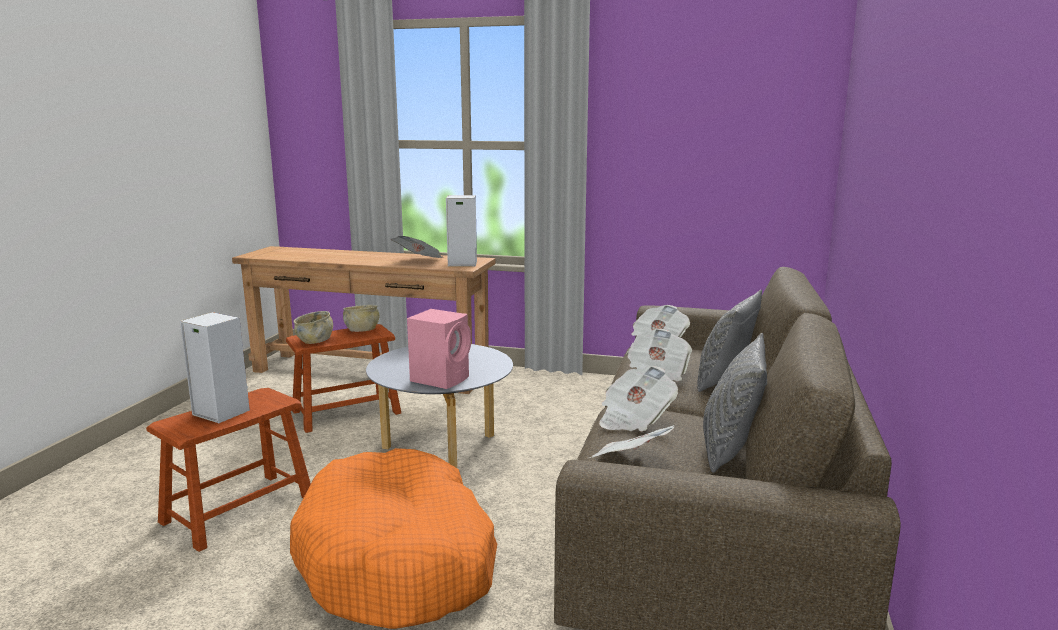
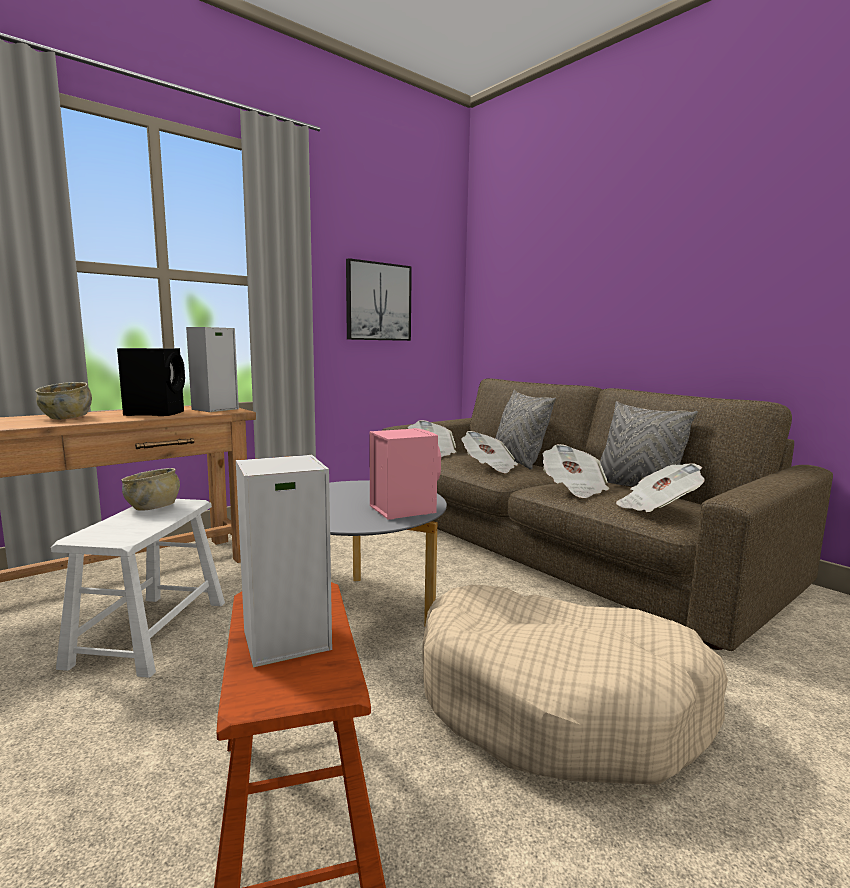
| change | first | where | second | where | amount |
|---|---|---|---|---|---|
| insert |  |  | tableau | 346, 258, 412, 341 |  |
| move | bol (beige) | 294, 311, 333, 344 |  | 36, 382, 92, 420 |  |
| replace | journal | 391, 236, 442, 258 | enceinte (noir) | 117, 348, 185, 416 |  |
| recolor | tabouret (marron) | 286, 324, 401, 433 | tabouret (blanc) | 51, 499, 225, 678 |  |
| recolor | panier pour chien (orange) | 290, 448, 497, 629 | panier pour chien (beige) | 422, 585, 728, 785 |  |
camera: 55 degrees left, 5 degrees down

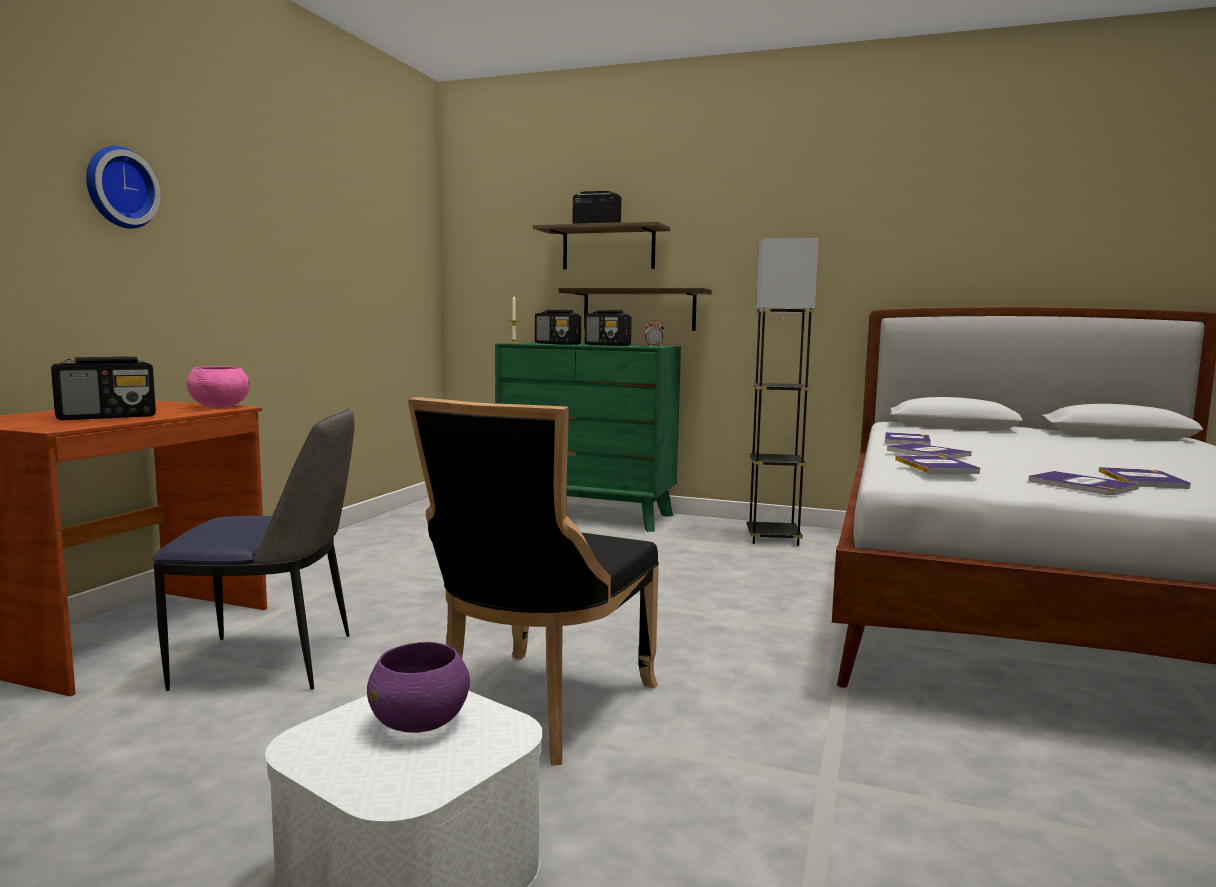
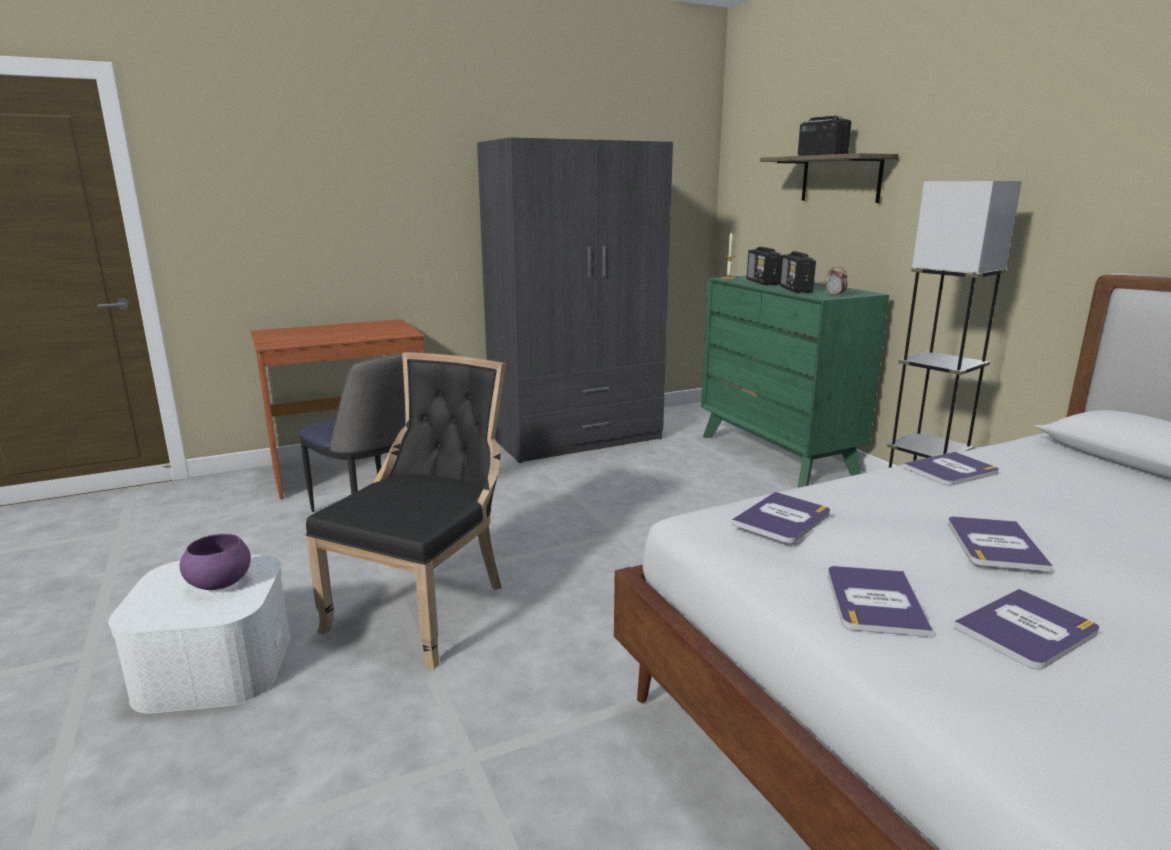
| change | first | where | second | where | amount |
|---|---|---|---|---|---|
| delete | radio | 51, 357, 156, 420 |  |  |  |
| delete | horloge murale | 86, 146, 160, 229 |  |  |  |
| delete | bol (rose) | 187, 367, 250, 408 |  |  |  |
| delete | étagère | 559, 288, 712, 331 |  |  |  |
| insert |  |  | armoire (gris) | 477, 137, 673, 463 |  |
| move | livre | 887, 443, 972, 458 |  | 948, 516, 1053, 572 |  |
| rotate | chaise (noir) | 408, 397, 659, 766 |  | 306, 352, 506, 669 | 135 degrees clockwise |
camera: 45 degrees right, 10 degrees up

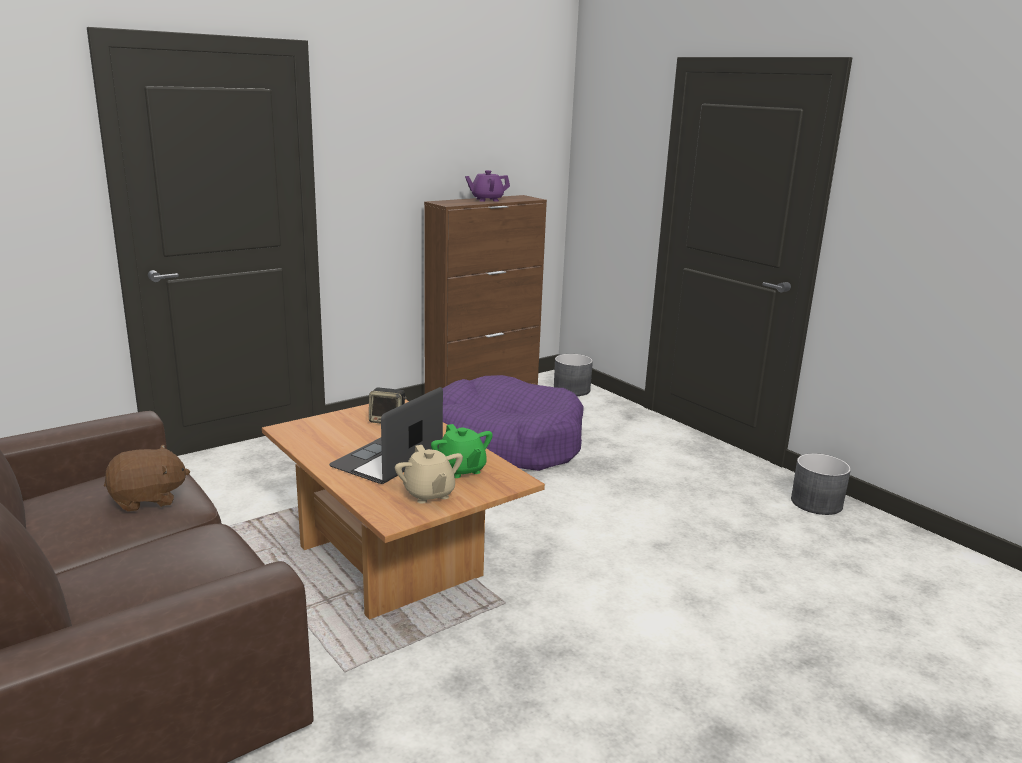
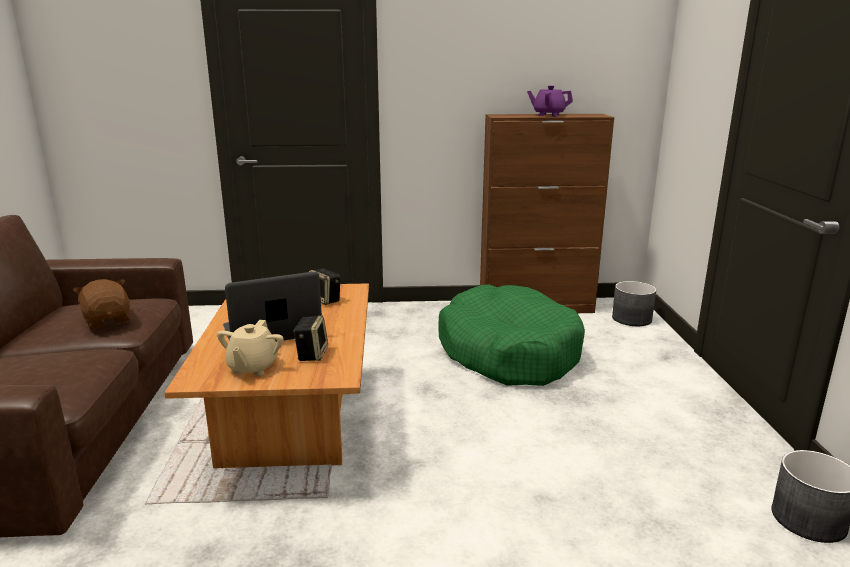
| change | first | where | second | where | amount |
|---|---|---|---|---|---|
| replace | théière (vert) | 431, 424, 493, 478 | enceinte | 293, 315, 328, 361 |  |
| recolor | panier pour chien (violet) | 443, 375, 584, 471 | panier pour chien (vert) | 438, 284, 585, 386 |  |
| rotate | peluche (marron) | 104, 445, 190, 512 |  | 73, 279, 130, 329 | 135 degrees counterclockwise |
camera: 35 degrees right, 0 degrees up

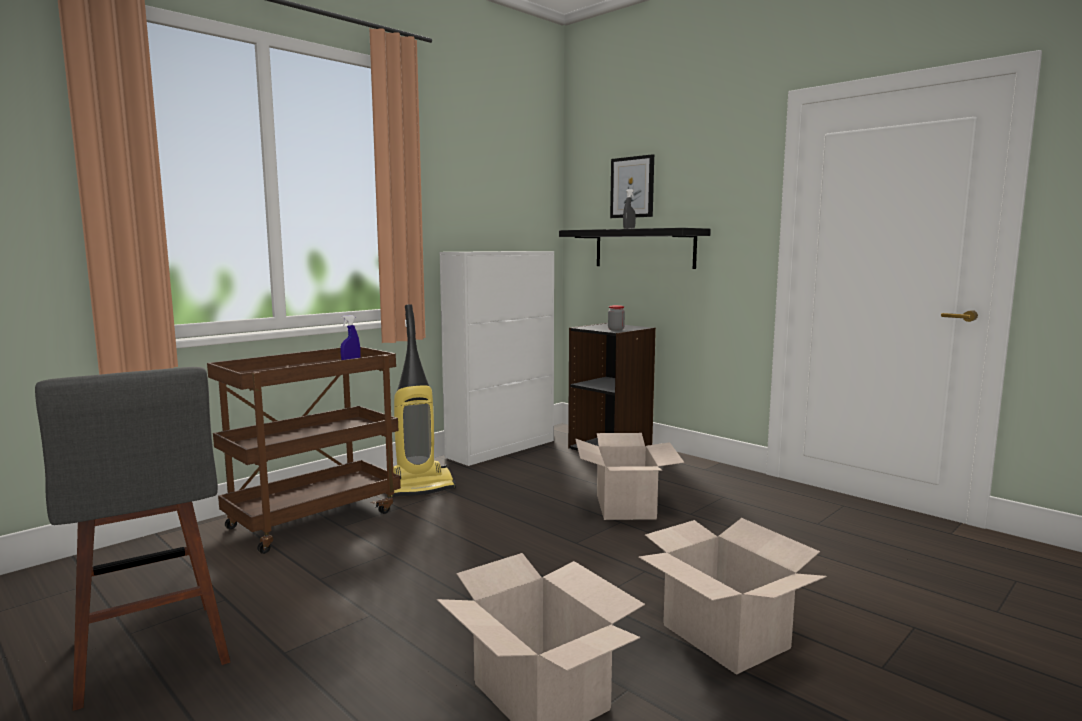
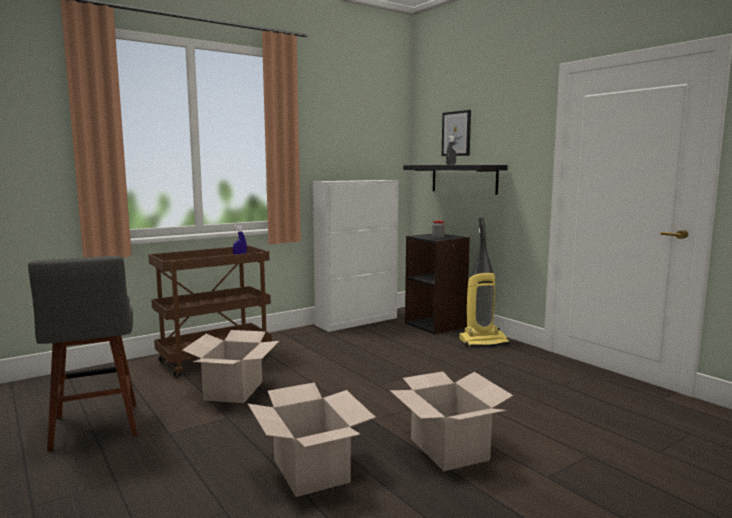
| change | first | where | second | where | amount |
|---|---|---|---|---|---|
| move | aspirateur | 391, 304, 456, 497 |  | 459, 218, 510, 348 |  |
| move | carton | 575, 433, 684, 520 |  | 182, 330, 279, 403 |  |
camera: 10 degrees right, 0 degrees up

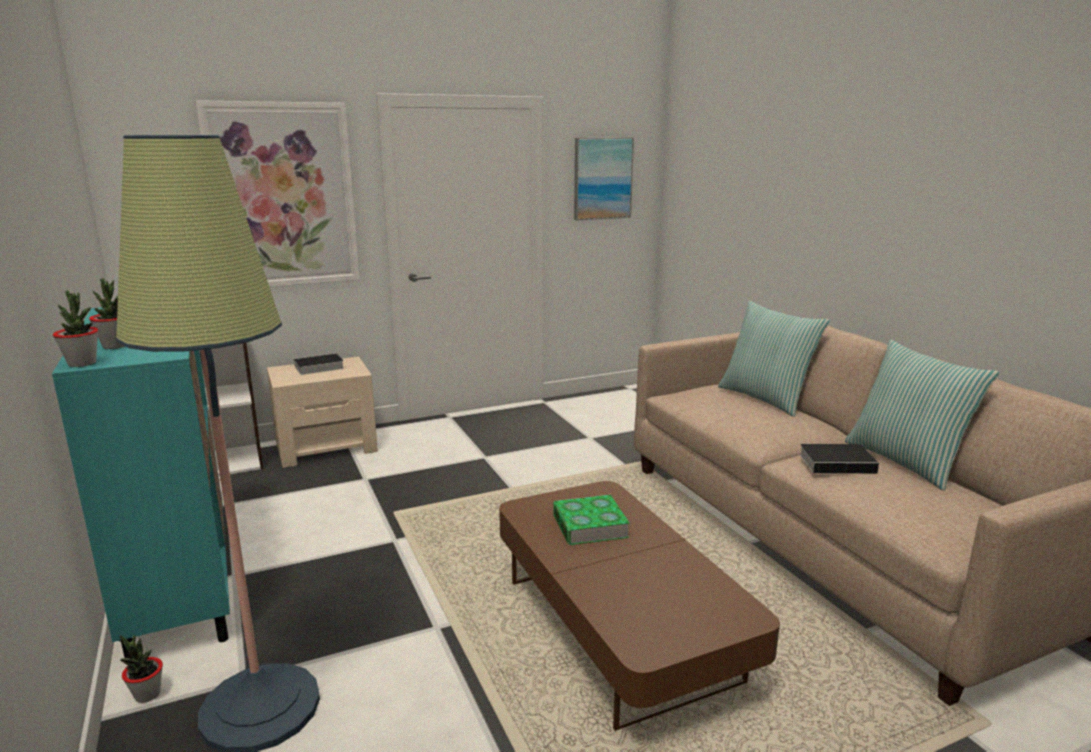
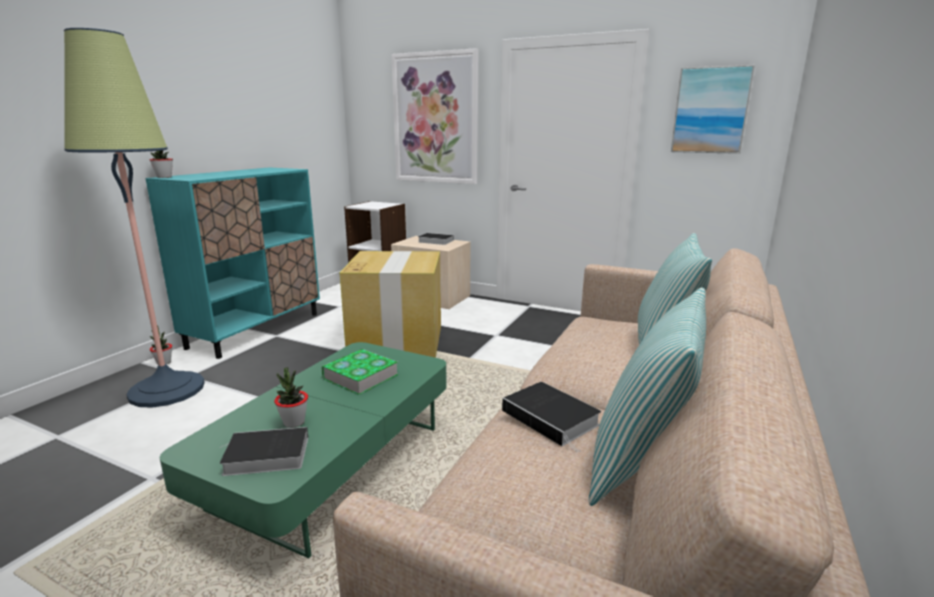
| change | first | where | second | where | amount |
|---|---|---|---|---|---|
| insert |  |  | livre | 220, 427, 308, 476 |  |
| insert |  |  | carton | 340, 251, 441, 358 |  |
| move | plante en pot | 89, 278, 125, 349 |  | 274, 367, 308, 428 |  |
| recolor | table basse (marron) | 499, 481, 780, 731 | table basse (vert) | 160, 342, 447, 558 |  |
camera: 50 degrees right, 0 degrees up

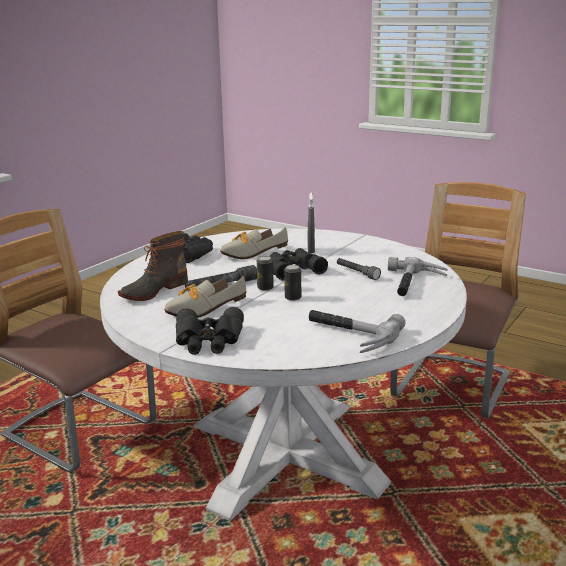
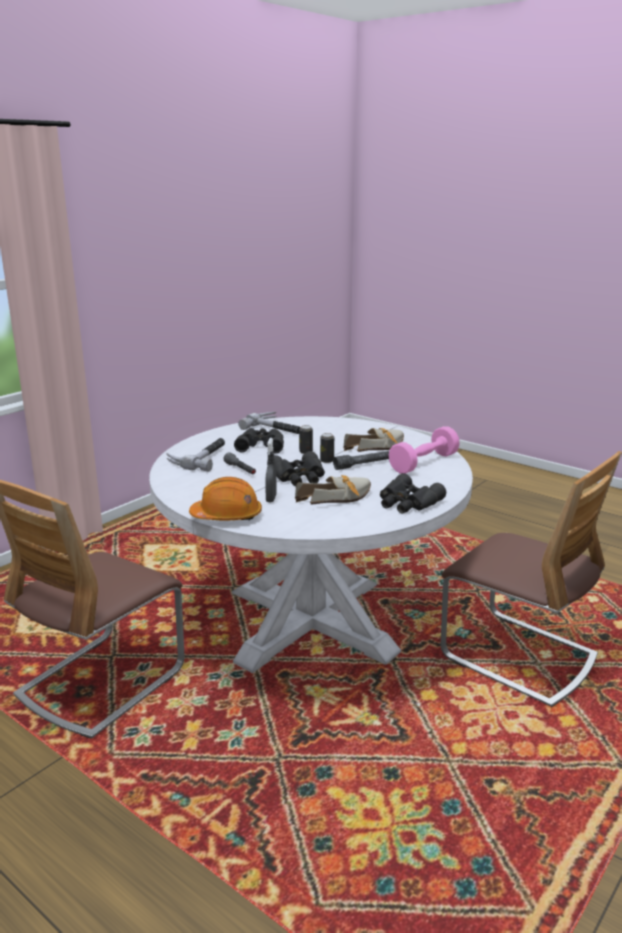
| change | first | where | second | where | amount |
|---|---|---|---|---|---|
| insert |  |  | casque de chantier (orange) | 189, 477, 262, 521 |  |
| move | jumelles (noir) | 176, 307, 244, 355 |  | 234, 428, 284, 453 |  |
| replace | botte | 118, 231, 188, 301 | haltère (rose) | 389, 426, 460, 474 |  |
camera: 175 degrees left, 0 degrees up

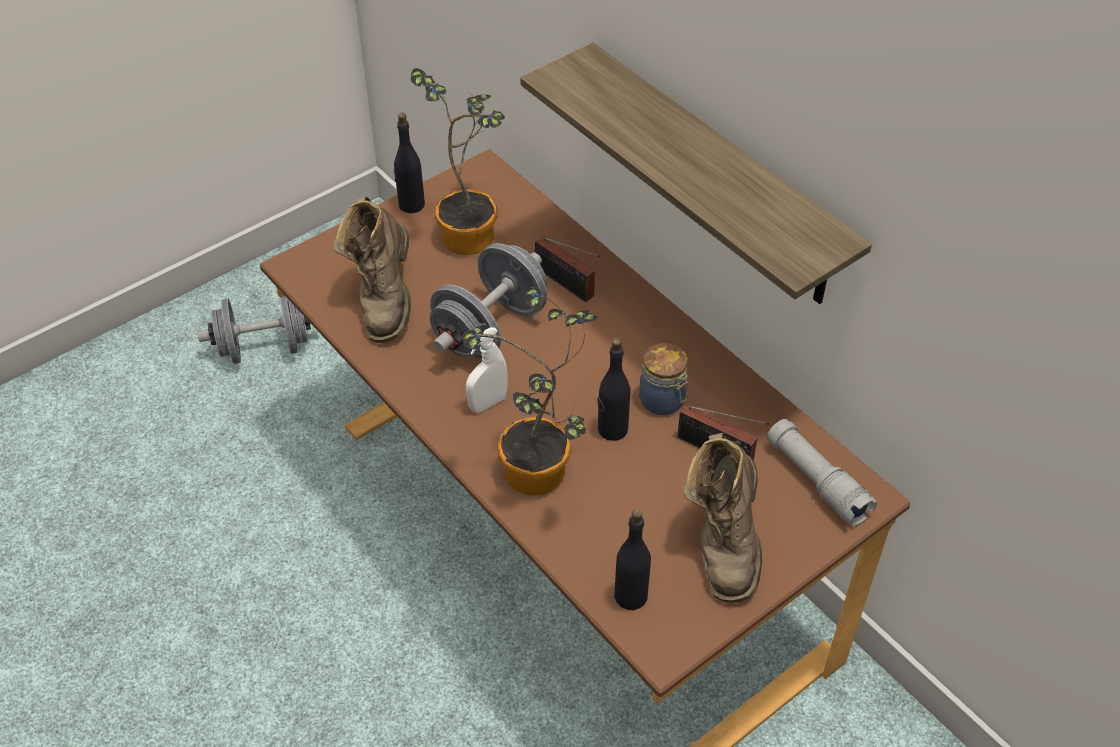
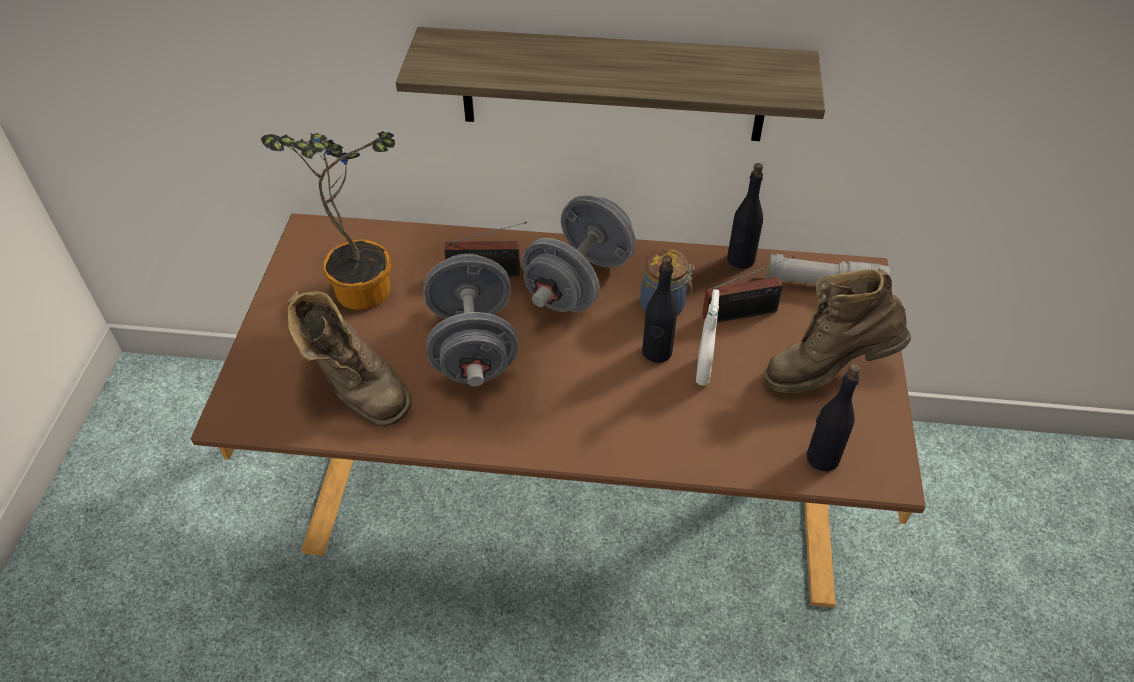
| change | first | where | second | where | amount |
|---|---|---|---|---|---|
| delete | plante en pot | 463, 286, 598, 496 |  |  |  |
| move | haltère (gris) | 198, 296, 311, 364 |  | 522, 195, 636, 312 |  |
| move | bouteille (noir) | 393, 113, 425, 213 |  | 727, 163, 763, 269 |  |
| move | vaporisateur (blanc) | 466, 327, 508, 413 |  | 696, 289, 719, 386 |  |
| rotate | botte (marron) | 684, 433, 762, 602 |  | 764, 268, 911, 393 | 120 degrees clockwise |
camera: 45 degrees left, 0 degrees up

